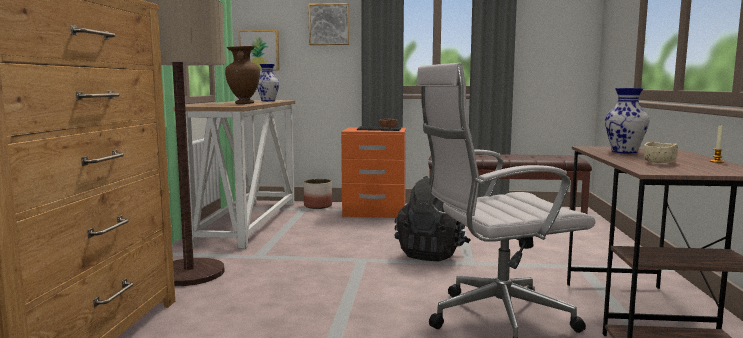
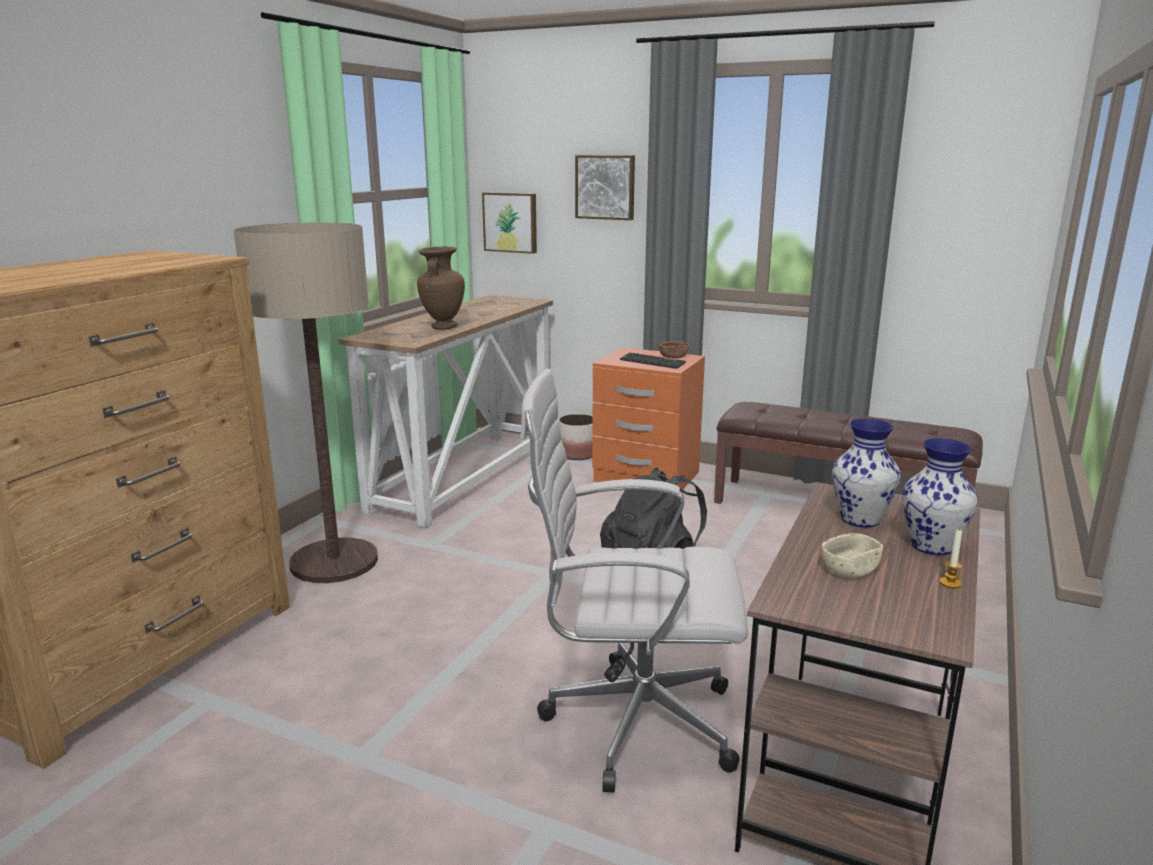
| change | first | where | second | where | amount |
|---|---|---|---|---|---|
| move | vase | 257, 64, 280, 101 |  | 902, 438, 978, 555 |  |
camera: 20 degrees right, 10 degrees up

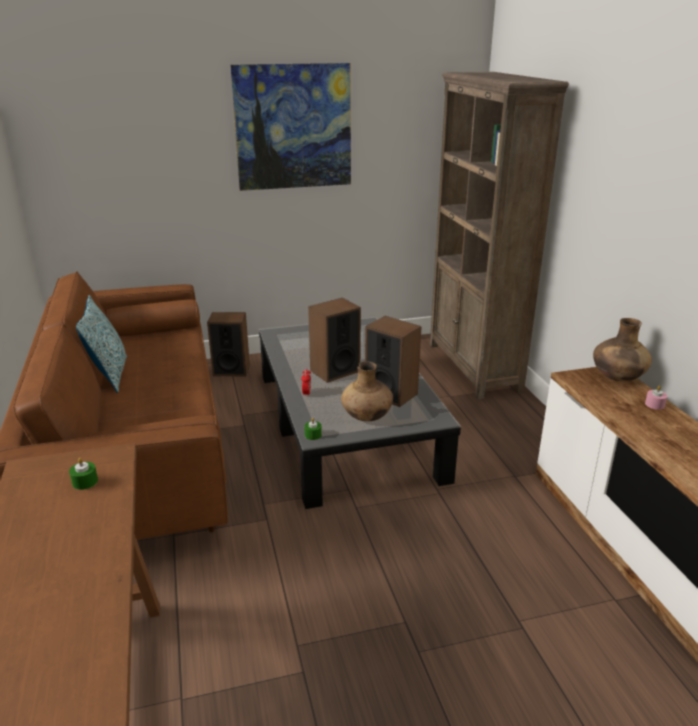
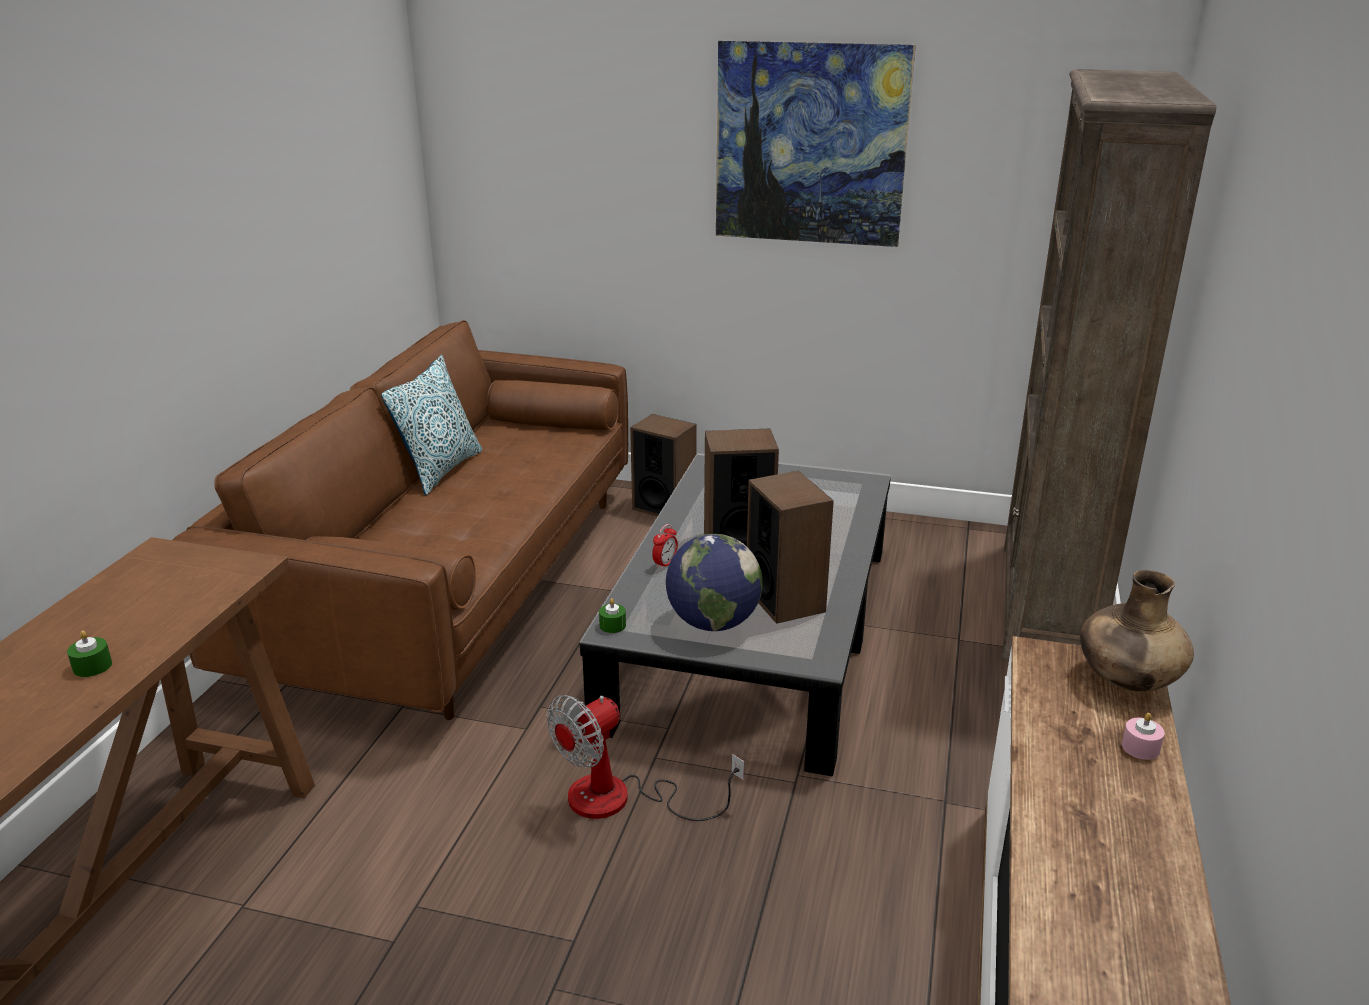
| change | first | where | second | where | amount |
|---|---|---|---|---|---|
| insert |  |  | ventilateur | 547, 695, 745, 821 |  |
| move | bougie (vert) | 69, 458, 98, 490 |  | 67, 631, 112, 677 |  |
| replace | vase (marron) | 341, 361, 393, 421 | globe | 666, 534, 763, 631 |  |
camera: 30 degrees right, 0 degrees up

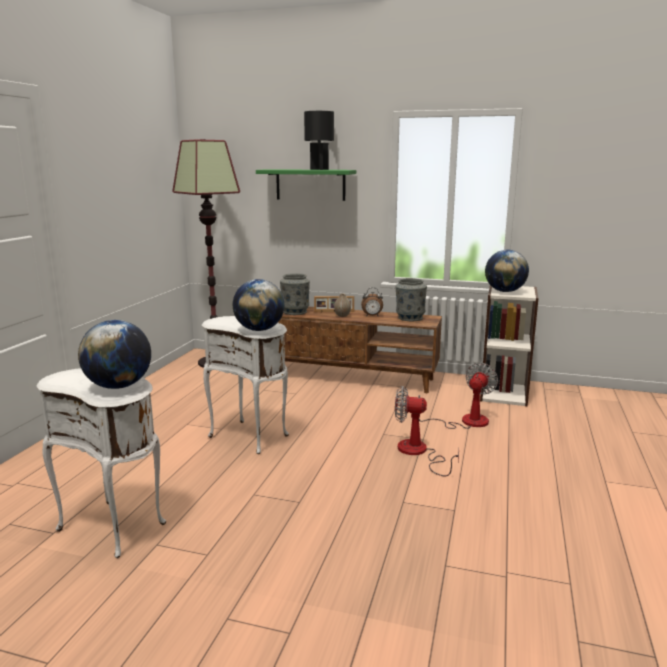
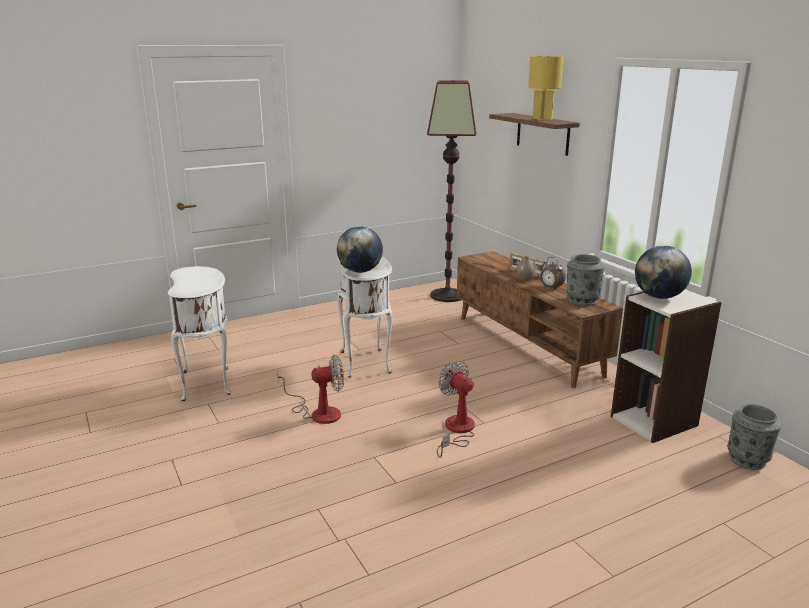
| change | first | where | second | where | amount |
|---|---|---|---|---|---|
| delete | globe | 78, 320, 151, 389 |  |  |  |
| move | vase (gris) | 280, 273, 310, 315 |  | 727, 404, 781, 470 |  |
| move | ventilateur | 419, 363, 498, 429 |  | 277, 355, 344, 424 |  |
| recolor | étagère (vert) | 256, 169, 356, 201 | étagère (marron) | 489, 113, 580, 156 |  |
| recolor | lampe de table (noir) | 304, 111, 334, 170 | lampe de table (jaune) | 528, 56, 564, 120 |  |
camera: 45 degrees right, 5 degrees up

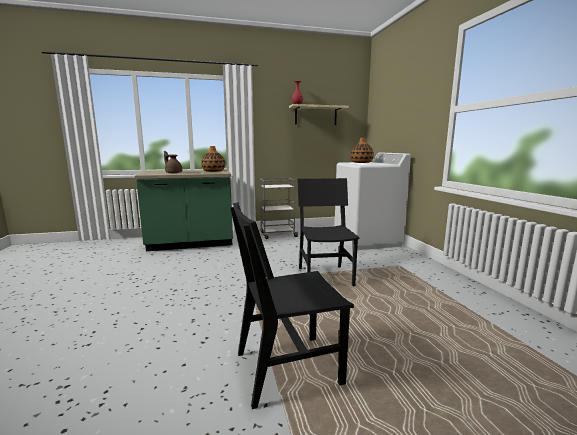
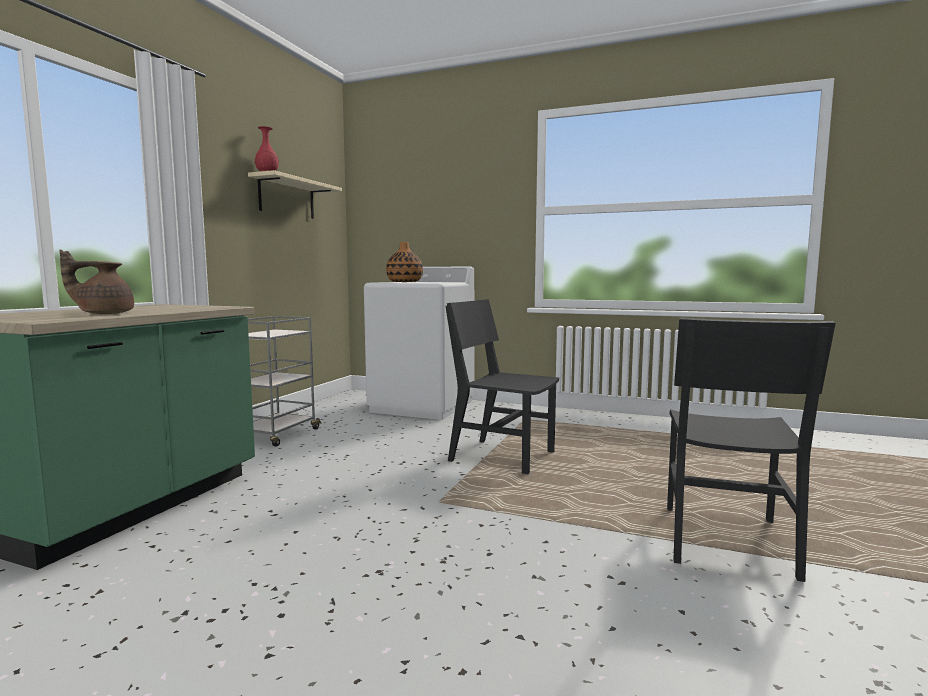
| change | first | where | second | where | amount |
|---|---|---|---|---|---|
| delete | vase | 201, 146, 225, 172 |  |  |  |
camera: 55 degrees left, 5 degrees down

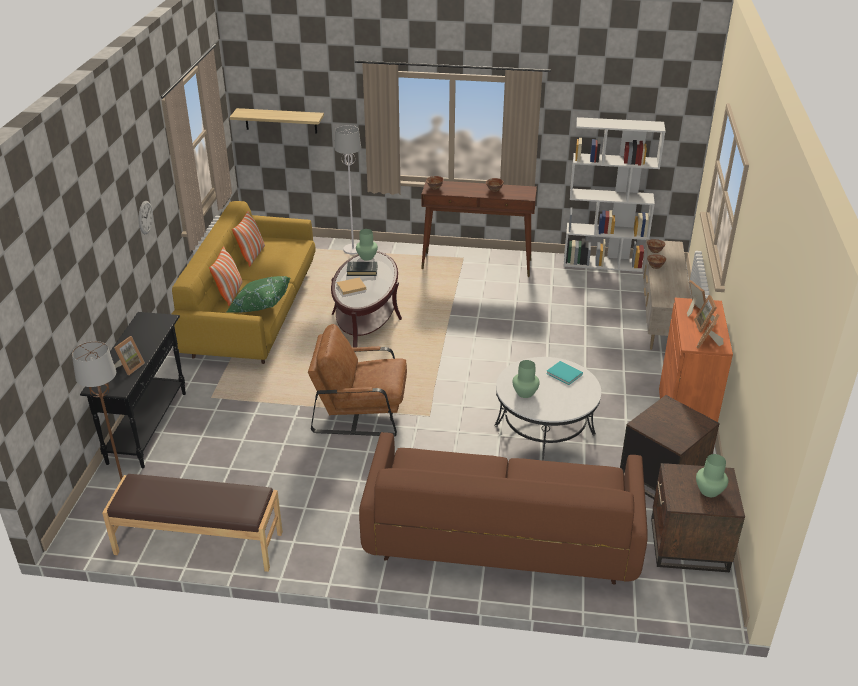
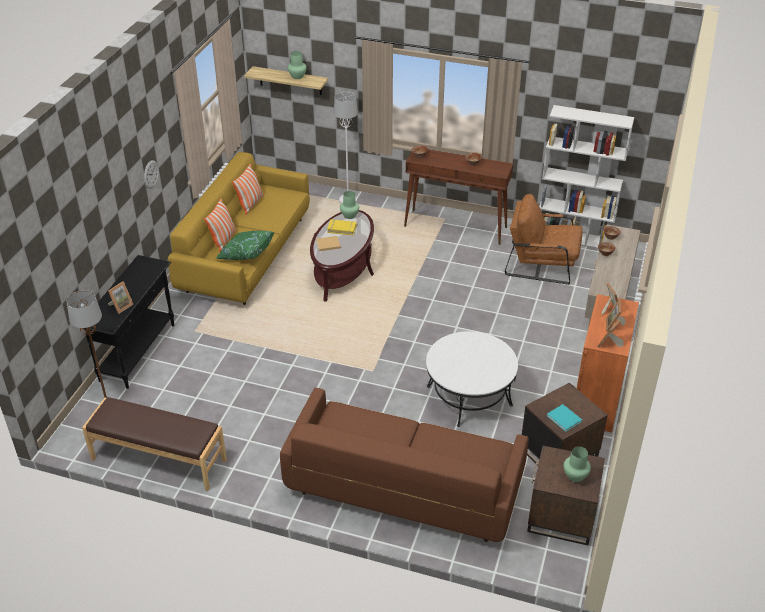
| change | first | where | second | where | amount |
|---|---|---|---|---|---|
| move | fauteuil (marron) | 308, 324, 407, 437 |  | 505, 194, 583, 285 |  |
| move | vase (vert) | 512, 360, 540, 398 |  | 288, 51, 307, 79 |  |
| move | livre (turquoise) | 546, 361, 583, 385 |  | 547, 404, 582, 432 |  |
| recolor | livre (noir) | 347, 261, 377, 276 | livre (jaune) | 327, 219, 356, 235 |  |
camera: 10 degrees right, 5 degrees up

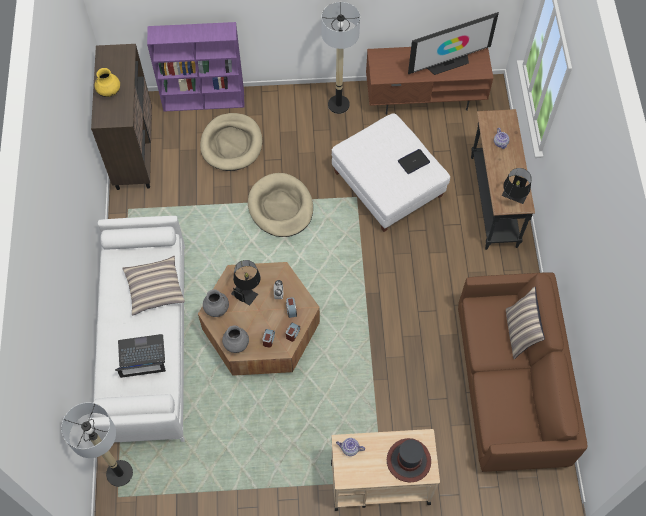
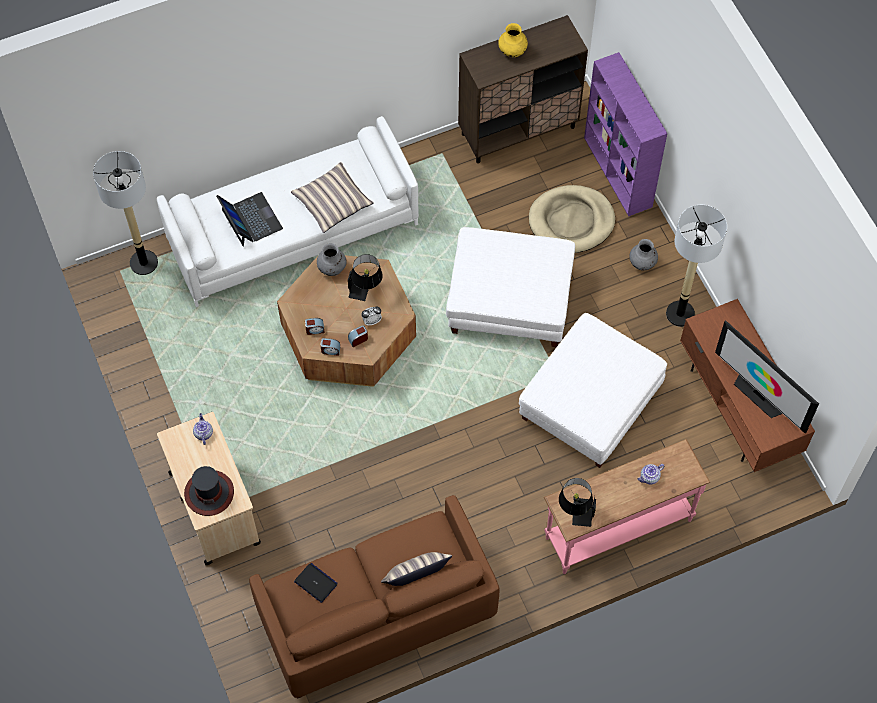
| change | first | where | second | where | amount |
|---|---|---|---|---|---|
| move | vase (gris) | 222, 326, 249, 353 |  | 629, 239, 658, 270 |  |
| move | ordinateur portable | 398, 149, 430, 174 |  | 294, 563, 337, 603 |  |
| replace | panier pour chien (beige) | 248, 173, 313, 237 | pouf (blanc) | 446, 227, 575, 347 |  |
| recolor | table console (noir) | 471, 109, 535, 250 | table console (rose) | 544, 439, 710, 574 |  |
camera: 70 degrees right, 0 degrees up

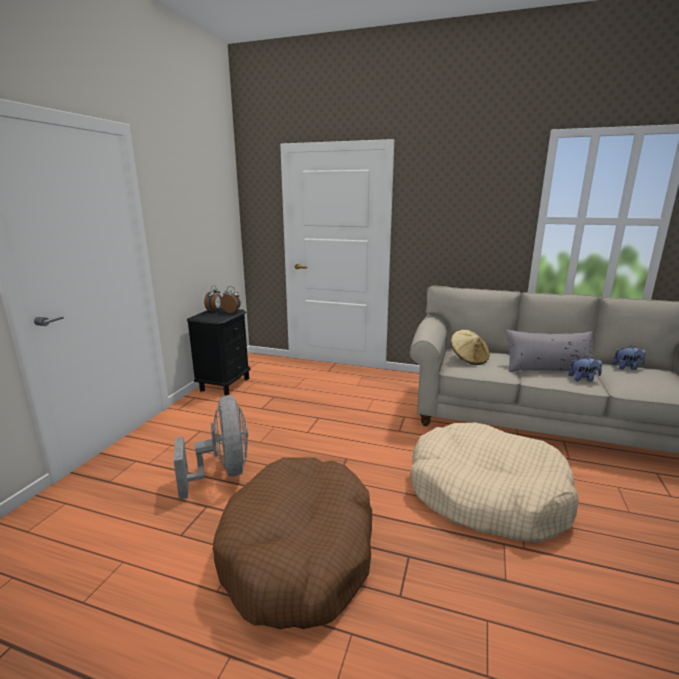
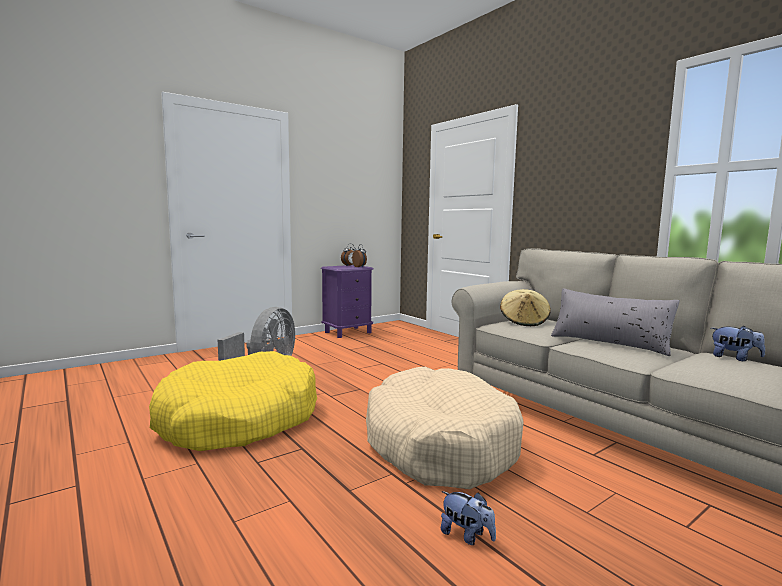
| change | first | where | second | where | amount |
|---|---|---|---|---|---|
| move | peluche | 568, 356, 602, 382 |  | 441, 491, 496, 545 |  |
| recolor | table de chevet (noir) | 187, 308, 251, 395 | table de chevet (violet) | 321, 265, 373, 338 |  |
| recolor | panier pour chien (marron) | 213, 457, 372, 629 | panier pour chien (jaune) | 149, 351, 317, 451 |  |
camera: 35 degrees right, 10 degrees down

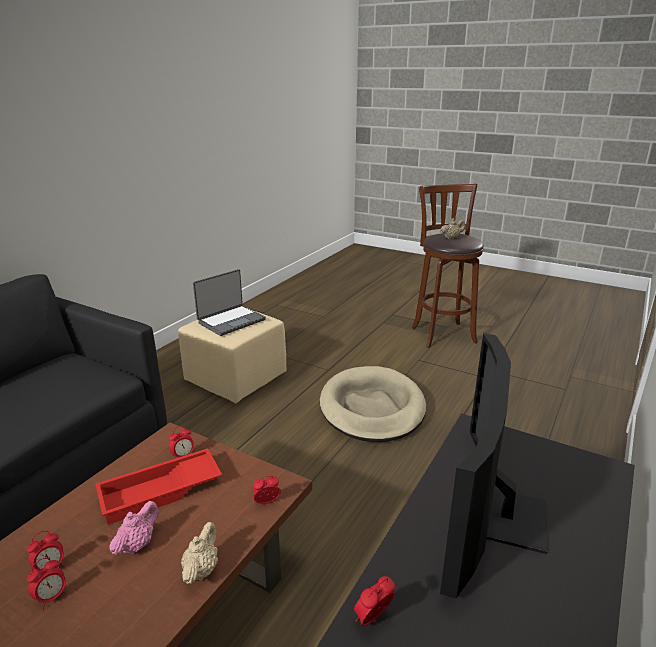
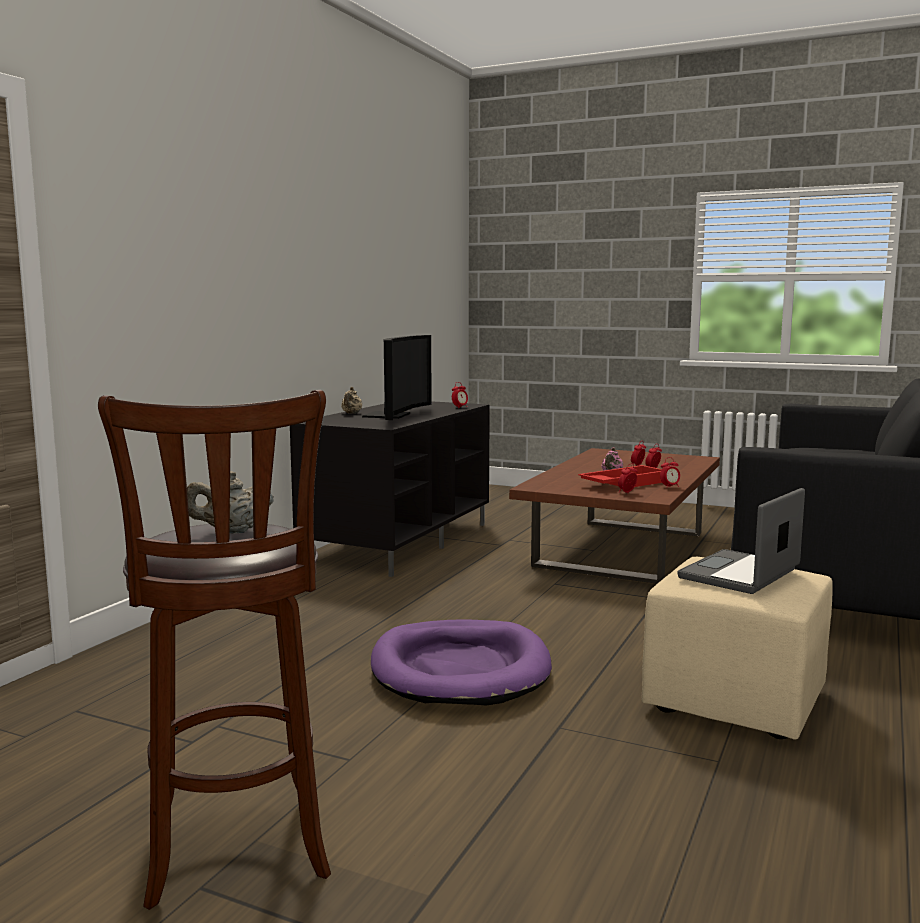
| change | first | where | second | where | amount |
|---|---|---|---|---|---|
| move | théière (beige) | 181, 522, 218, 584 |  | 341, 387, 362, 414 |  |
| move | réveil | 254, 476, 281, 505 |  | 660, 457, 680, 488 |  |
| recolor | panier pour chien (beige) | 320, 366, 426, 442 | panier pour chien (violet) | 371, 619, 552, 705 |  |
camera: 175 degrees right, 15 degrees down

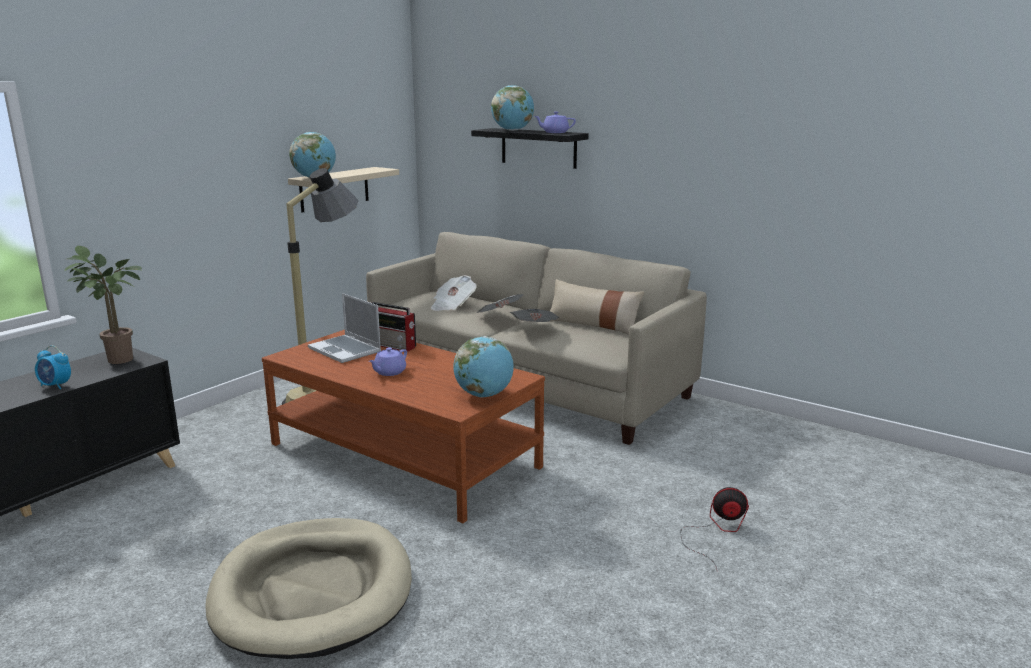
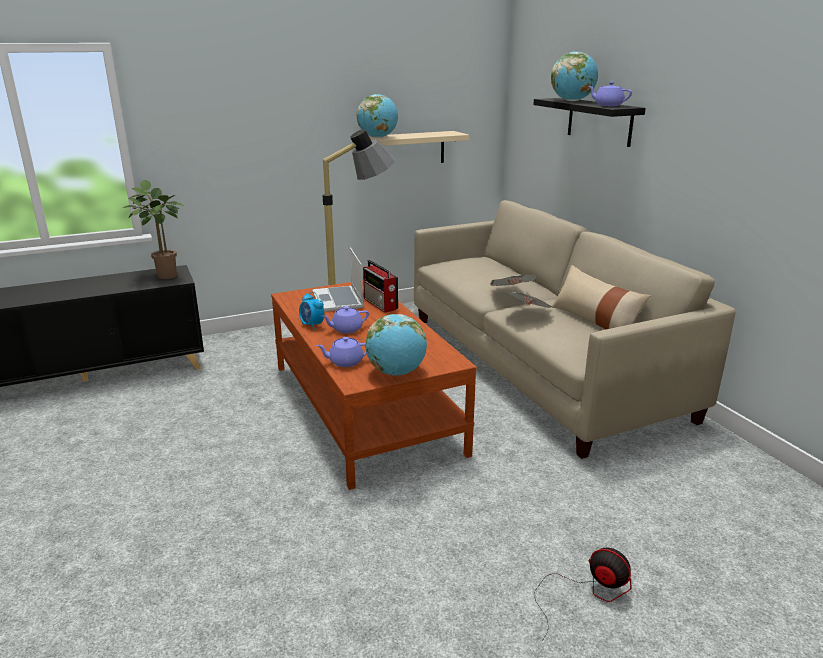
| change | first | where | second | where | amount |
|---|---|---|---|---|---|
| delete | panier pour chien (beige) | 205, 518, 412, 659 |  |  |  |
| delete | journal | 431, 275, 477, 311 |  |  |  |
| insert |  |  | théière (violet) | 316, 337, 367, 367 |  |
| move | réveil | 35, 346, 71, 389 |  | 299, 291, 324, 330 |  |
camera: 30 degrees right, 5 degrees up

